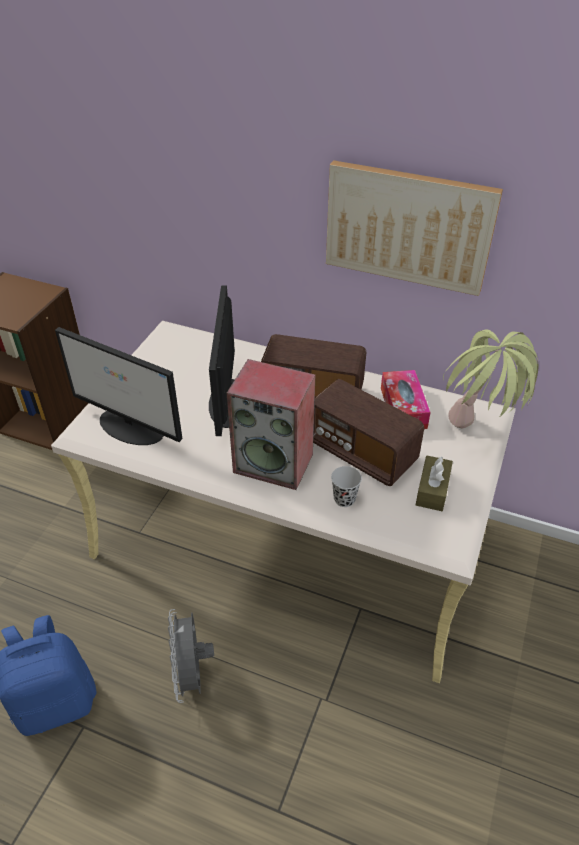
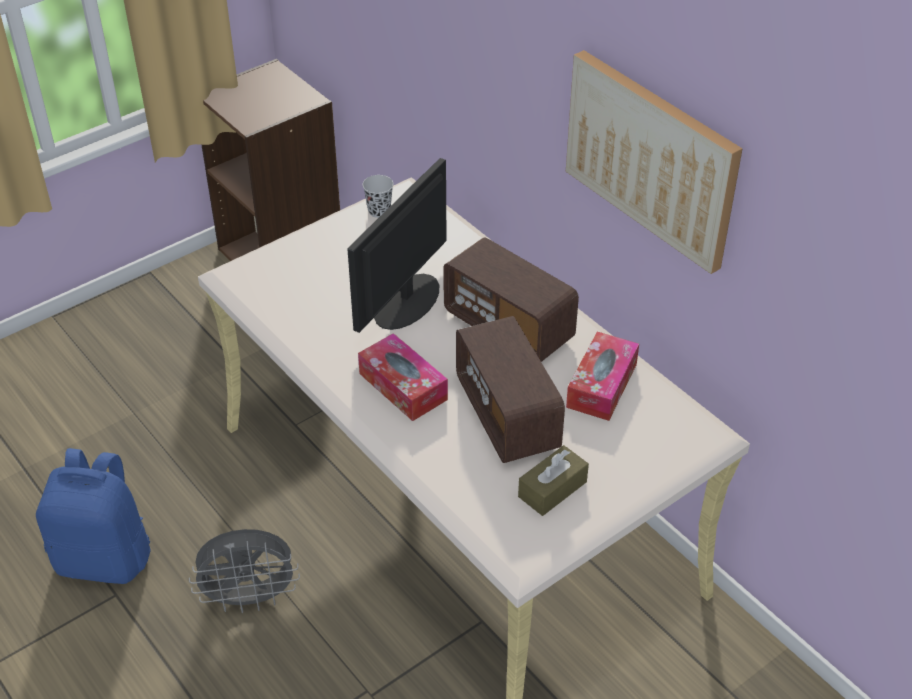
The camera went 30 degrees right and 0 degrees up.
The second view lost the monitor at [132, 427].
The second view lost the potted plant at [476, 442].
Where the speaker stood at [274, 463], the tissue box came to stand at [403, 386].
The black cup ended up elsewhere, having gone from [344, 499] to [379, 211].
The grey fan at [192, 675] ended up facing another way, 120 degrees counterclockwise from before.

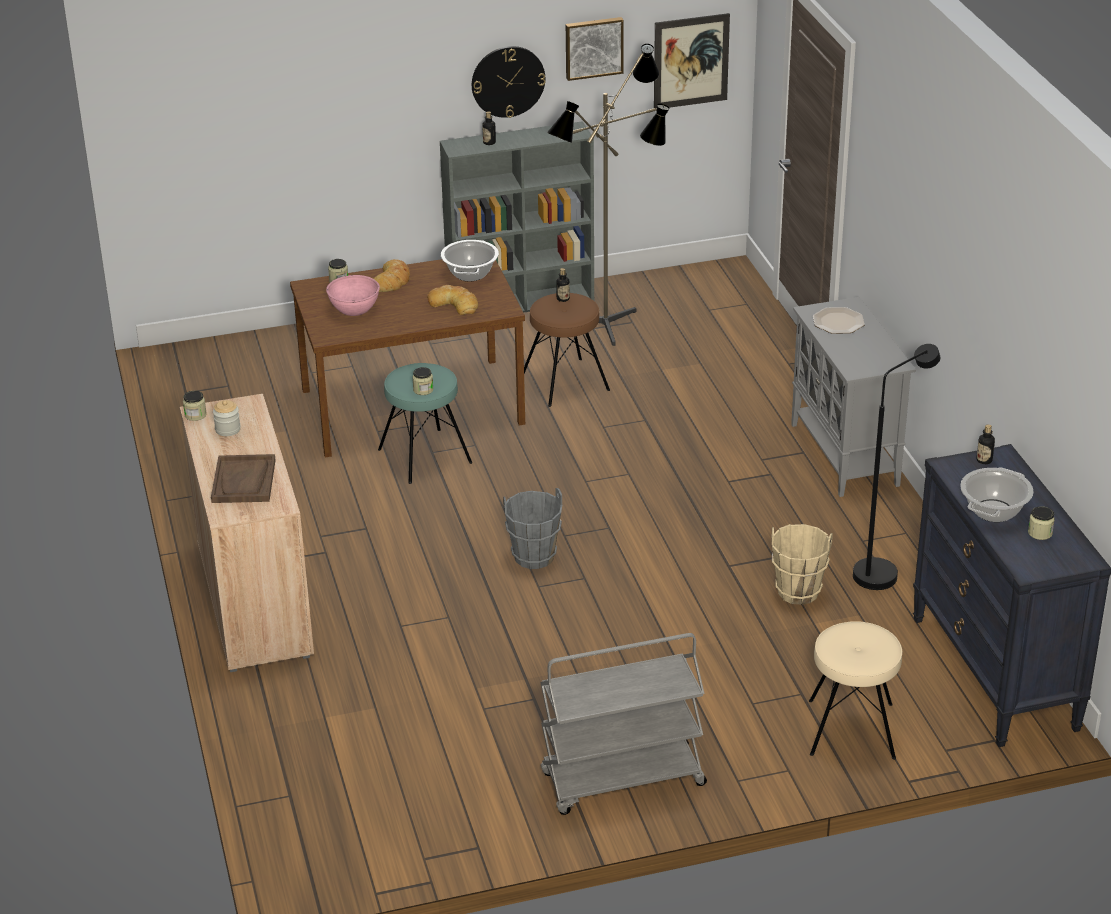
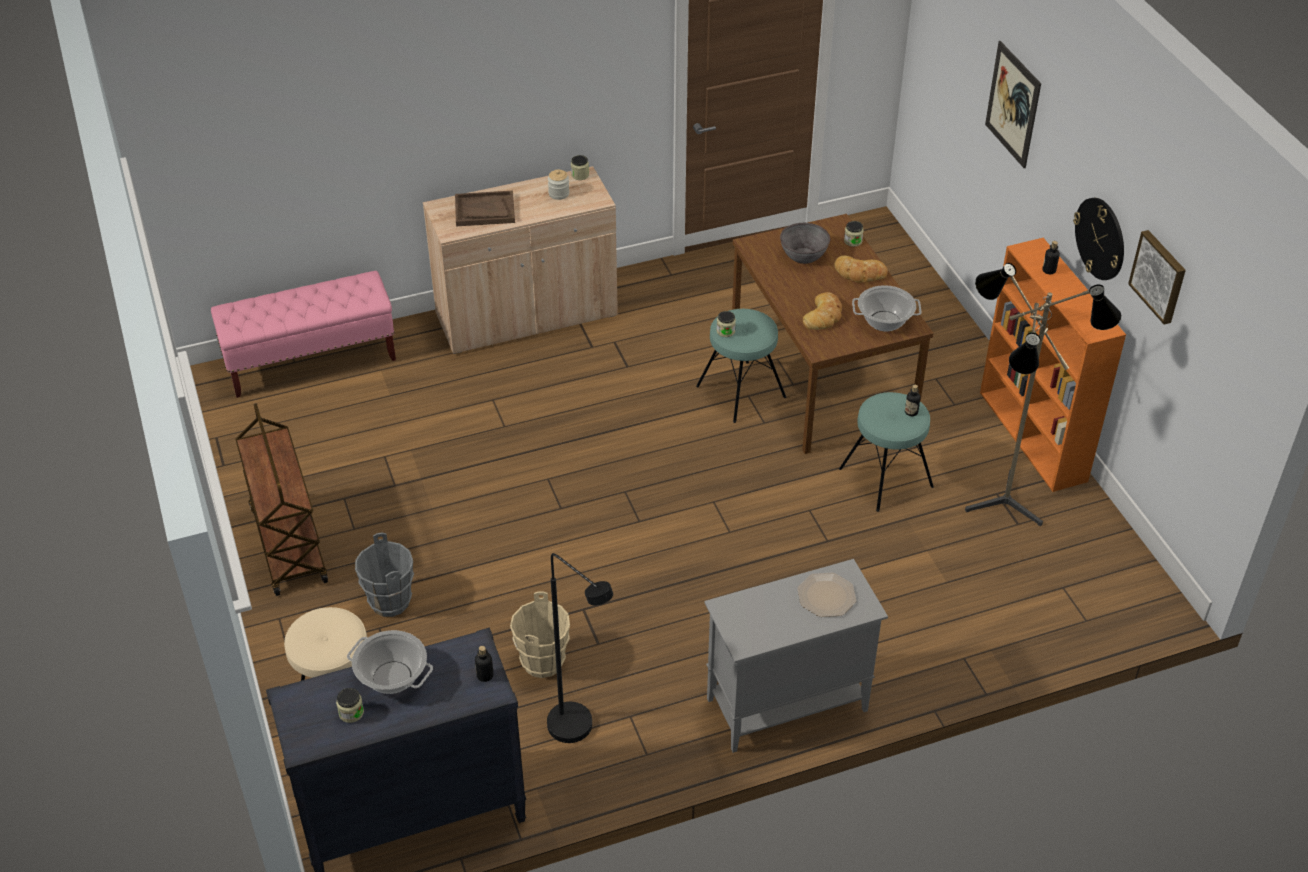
The camera went 85 degrees right and 10 degrees up.
The picture ended up elsewhere, having gone from [691, 61] to [1013, 104].
What was the grey bookcase at [522, 302] turned into the orange bookcase at [1033, 437].
What was the pink bowl at [354, 309] turned into the grey bowl at [803, 255].
What was the brown stool at [565, 382] turned into the turquoise stool at [885, 477].
The grey bucket ended up elsewhere, having gone from [534, 557] to [389, 602].
What was the grey cart at [622, 780] turned into the brown cart at [288, 544].
The second view gained the pink bench at [311, 360].

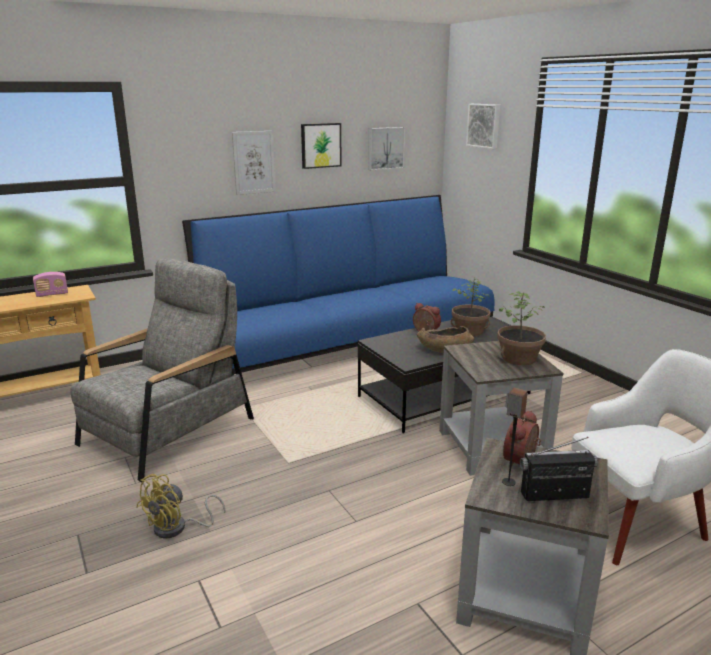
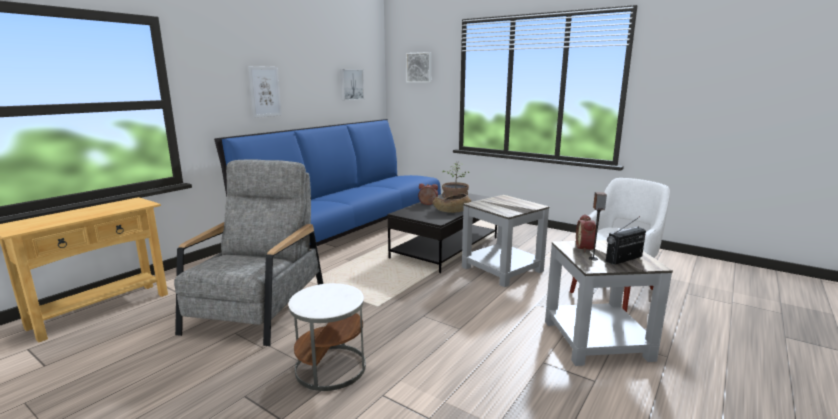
The camera went 25 degrees left and 5 degrees down.
The second view lost the picture at [320, 145].
The second view lost the radio at [52, 294].
The second view lost the potted plant at [519, 358].
Where the yellow fan stood at [177, 528], the white side table came to stand at [331, 367].

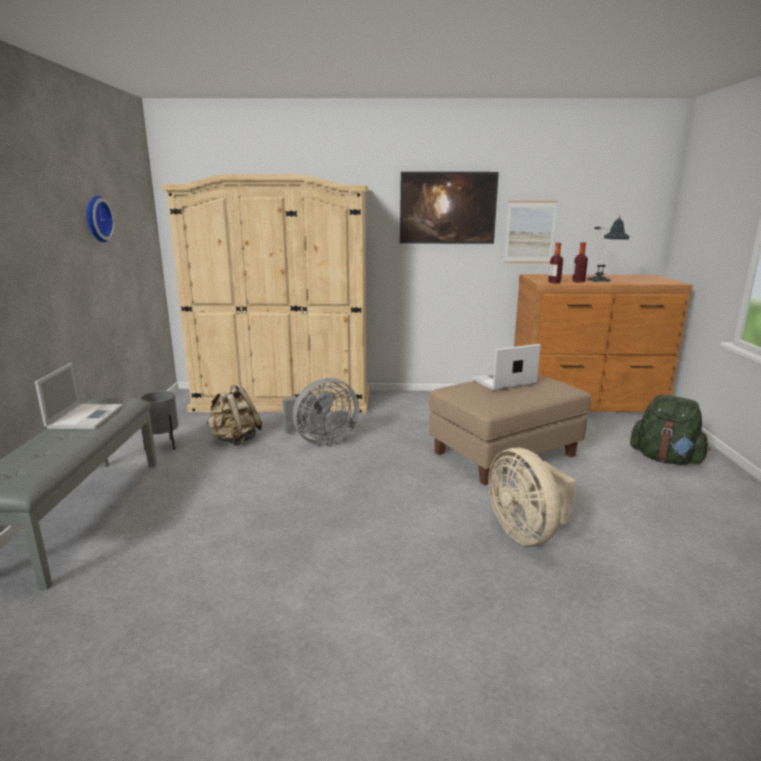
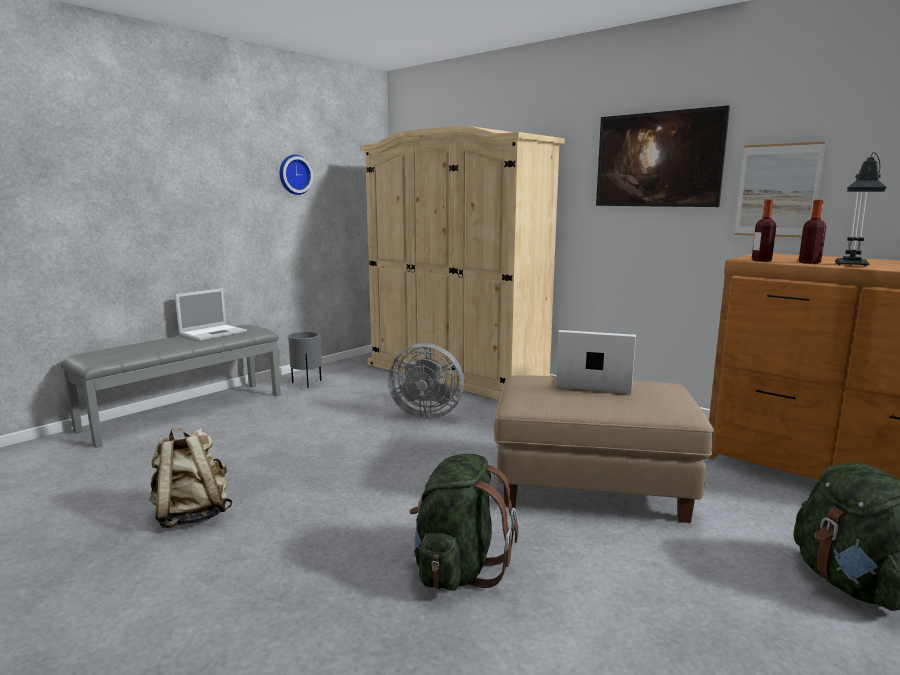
The camera went 40 degrees right and 5 degrees down.
The beige backpack ended up elsewhere, having gone from [235, 440] to [192, 515].
Where the beige fan stood at [526, 532], the green backpack came to stand at [458, 569].

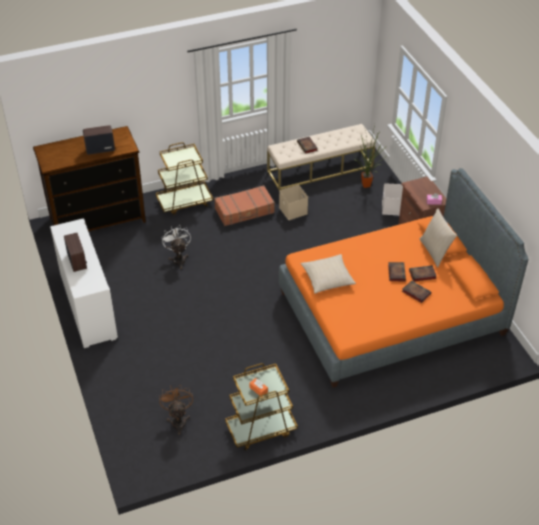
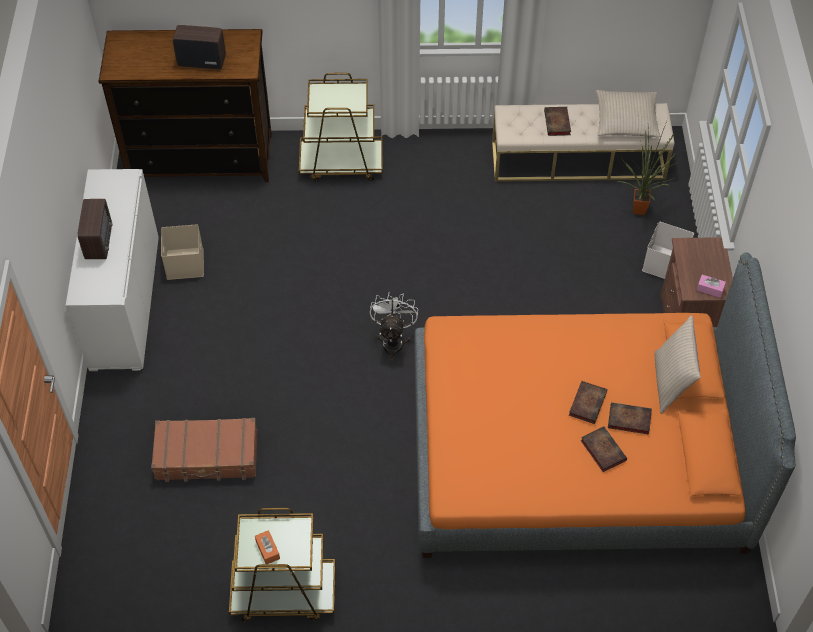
The camera went 20 degrees right and 10 degrees up.
The brown suitcase ended up elsewhere, having gone from [244, 211] to [207, 456].
The beige storage box ended up elsewhere, having gone from [294, 210] to [185, 264].
The white fan ended up elsewhere, having gone from [178, 258] to [393, 341].
The beige pillow ended up elsewhere, having gone from [327, 278] to [626, 120].
The second view lost the brown fan at [178, 420].

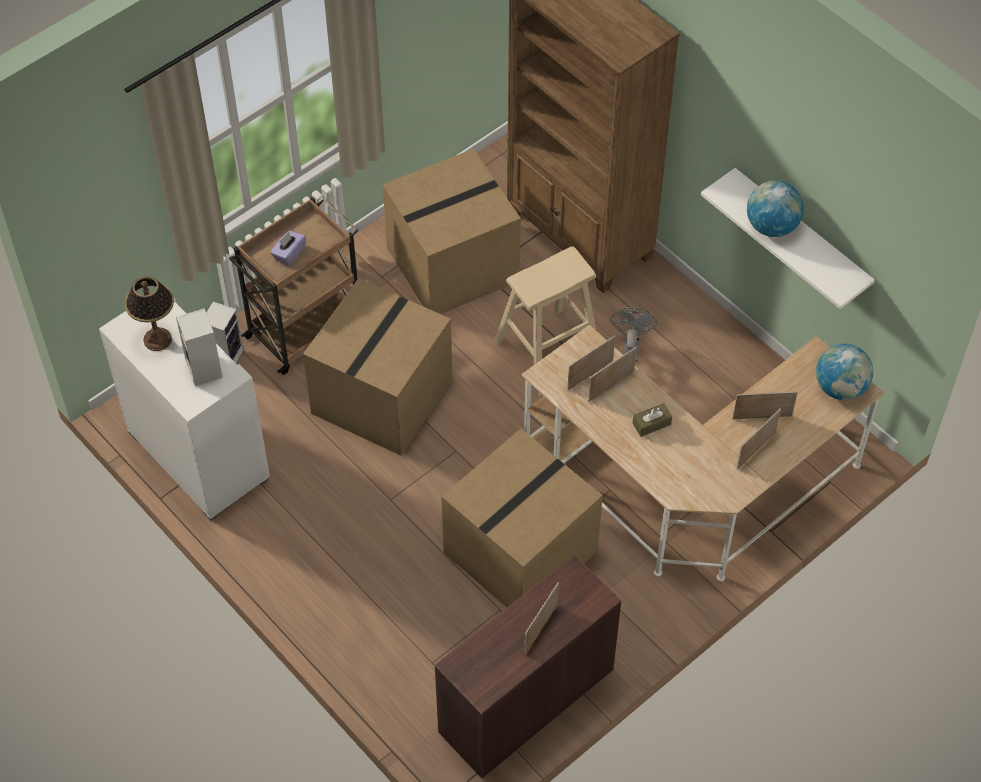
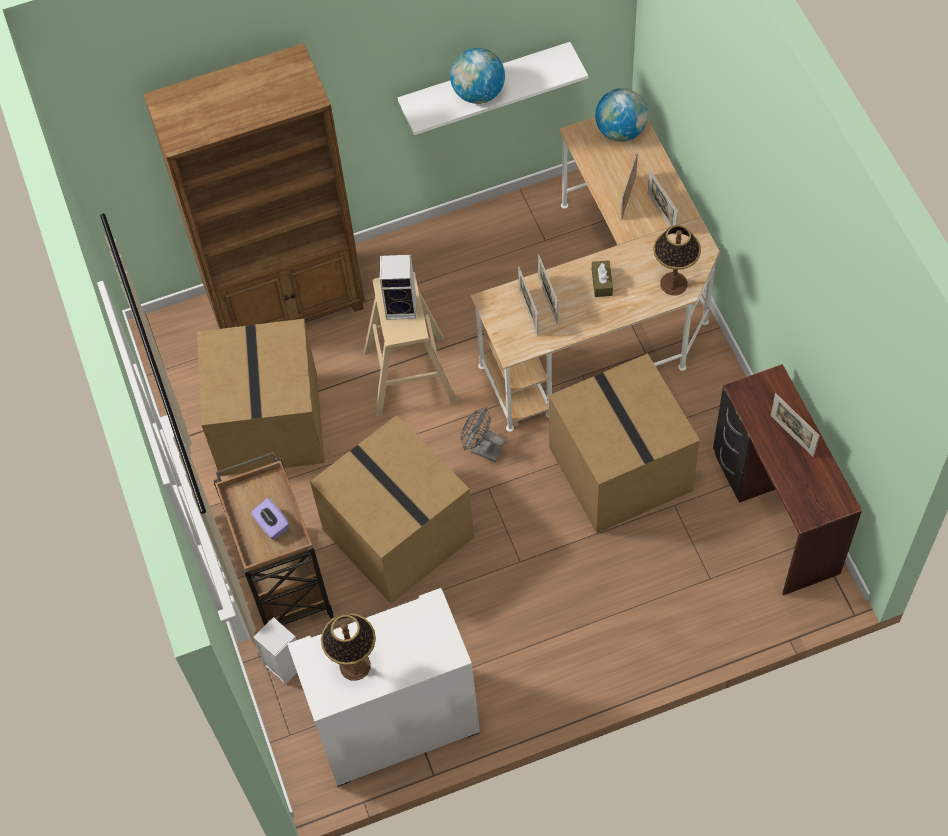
The camera went 65 degrees left and 5 degrees up.
The grey fan ended up elsewhere, having gone from [630, 347] to [482, 449].
The speaker ended up elsewhere, having gone from [205, 370] to [402, 306].
The second view gained the table lamp at [673, 283].

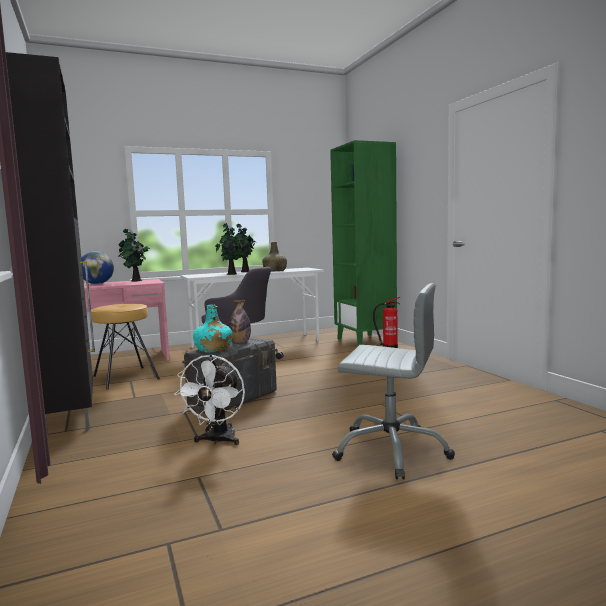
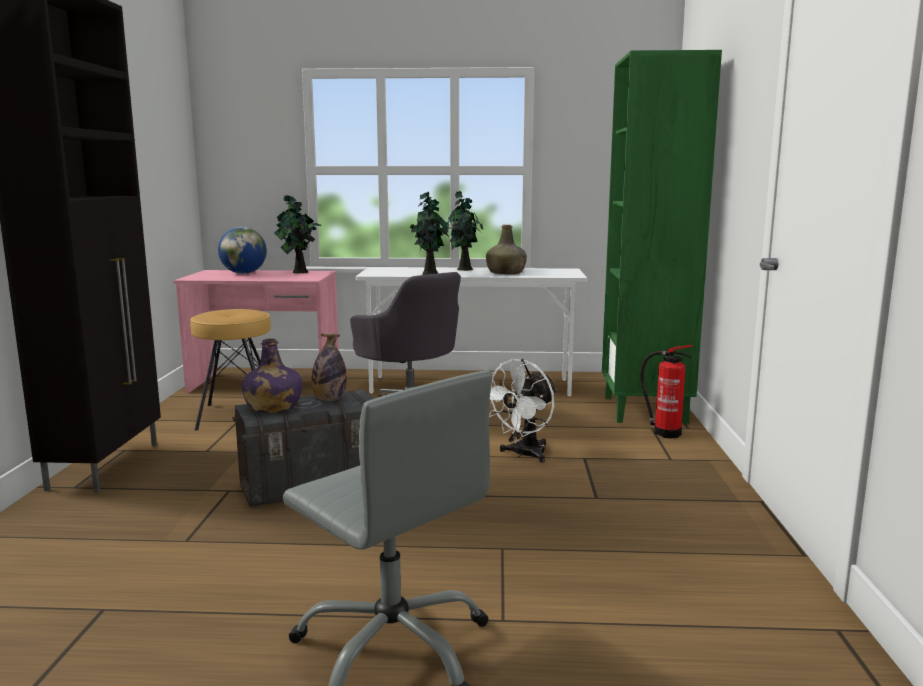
The camera went 25 degrees right and 5 degrees up.
What was the turquoise bottle at [213, 349] turned into the purple bottle at [272, 407].
The white fan ended up elsewhere, having gone from [217, 441] to [523, 455].

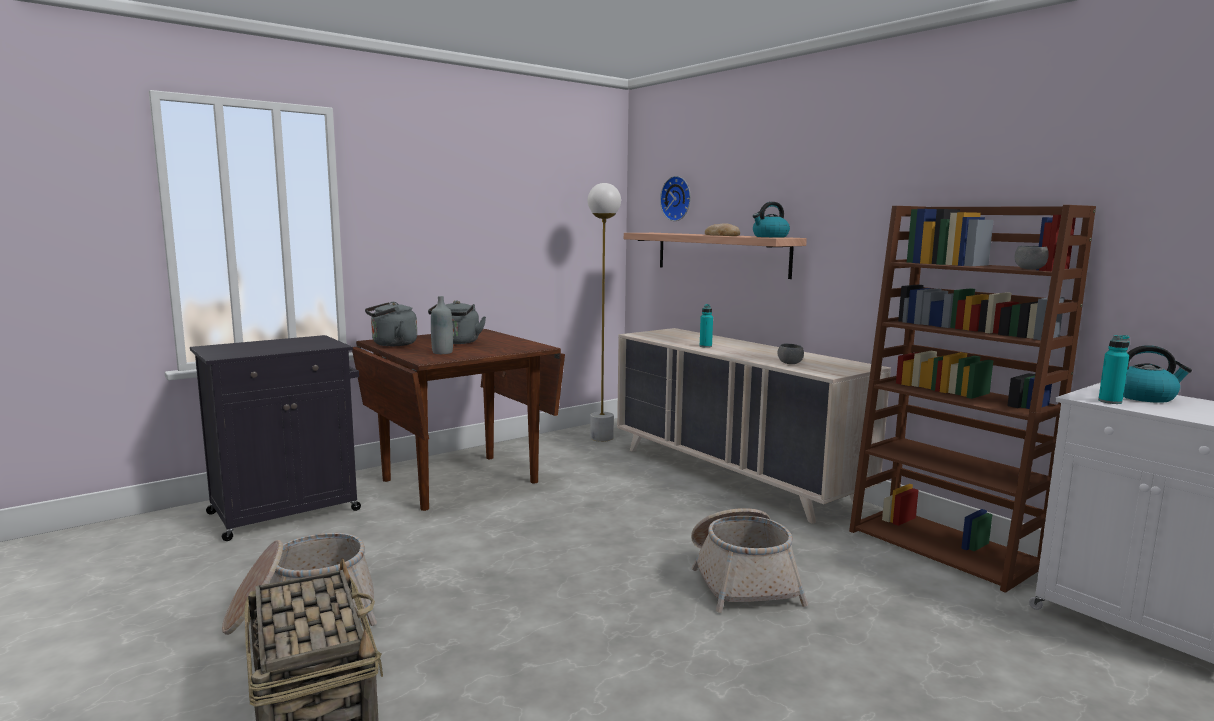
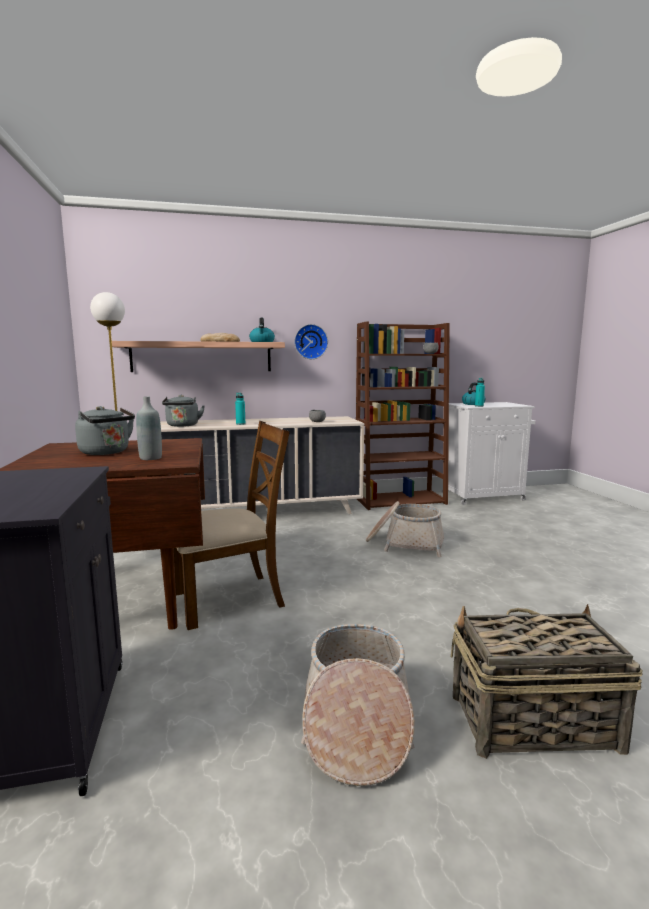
The camera went 65 degrees left and 0 degrees up.
The wall clock ended up elsewhere, having gone from [677, 198] to [310, 342].
The grey kettle ended up elsewhere, having gone from [391, 344] to [182, 425].
The second view gained the brown chair at [230, 599].

